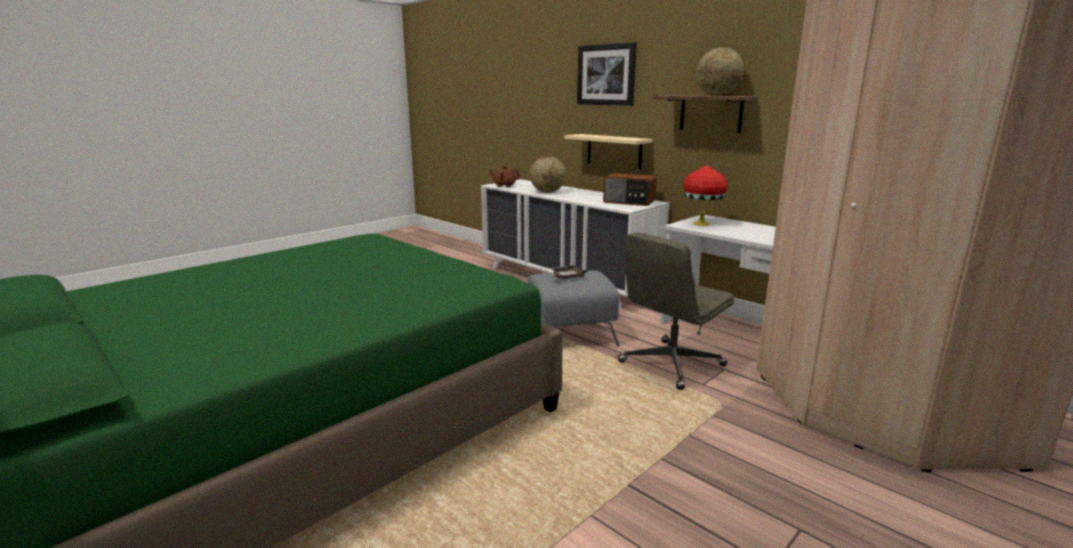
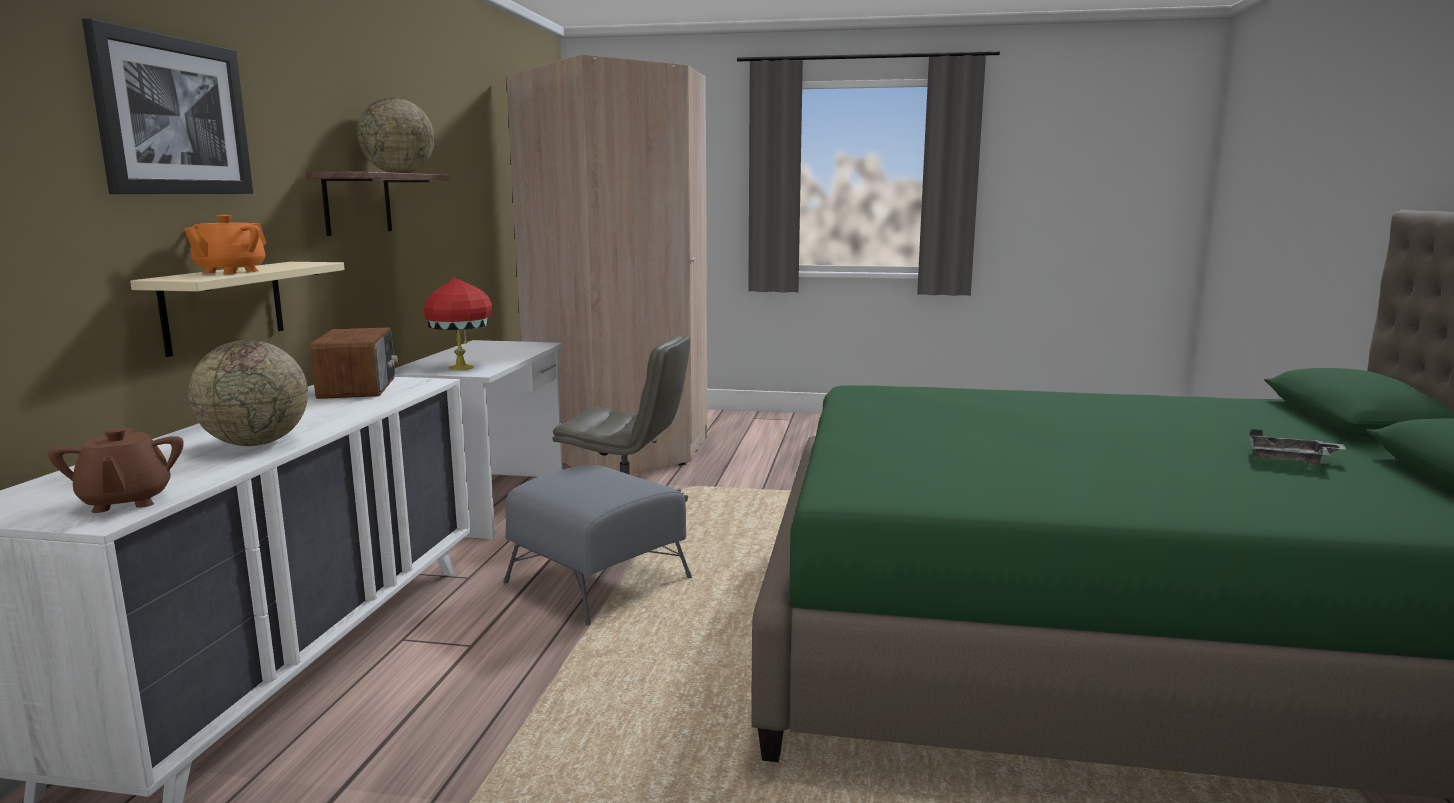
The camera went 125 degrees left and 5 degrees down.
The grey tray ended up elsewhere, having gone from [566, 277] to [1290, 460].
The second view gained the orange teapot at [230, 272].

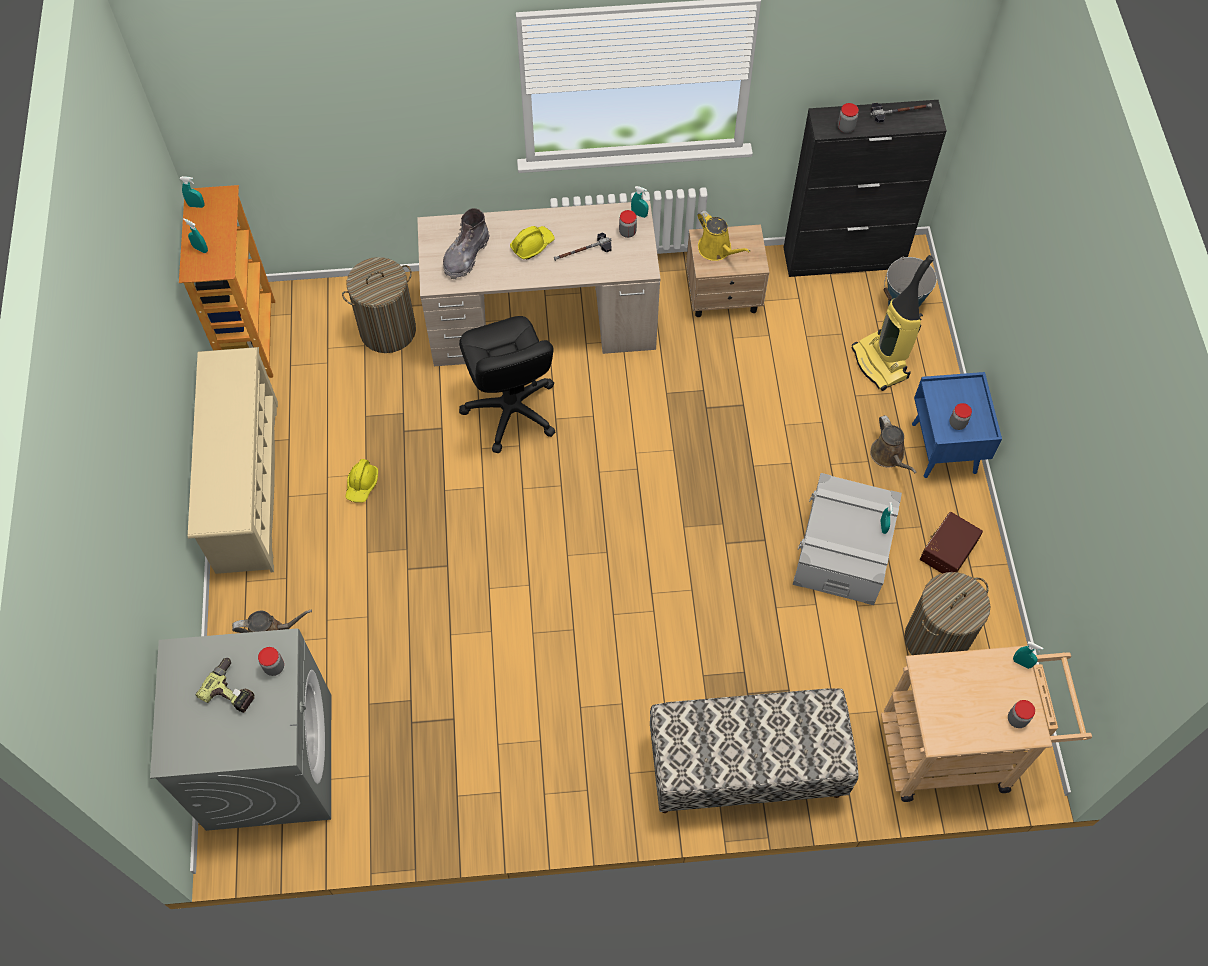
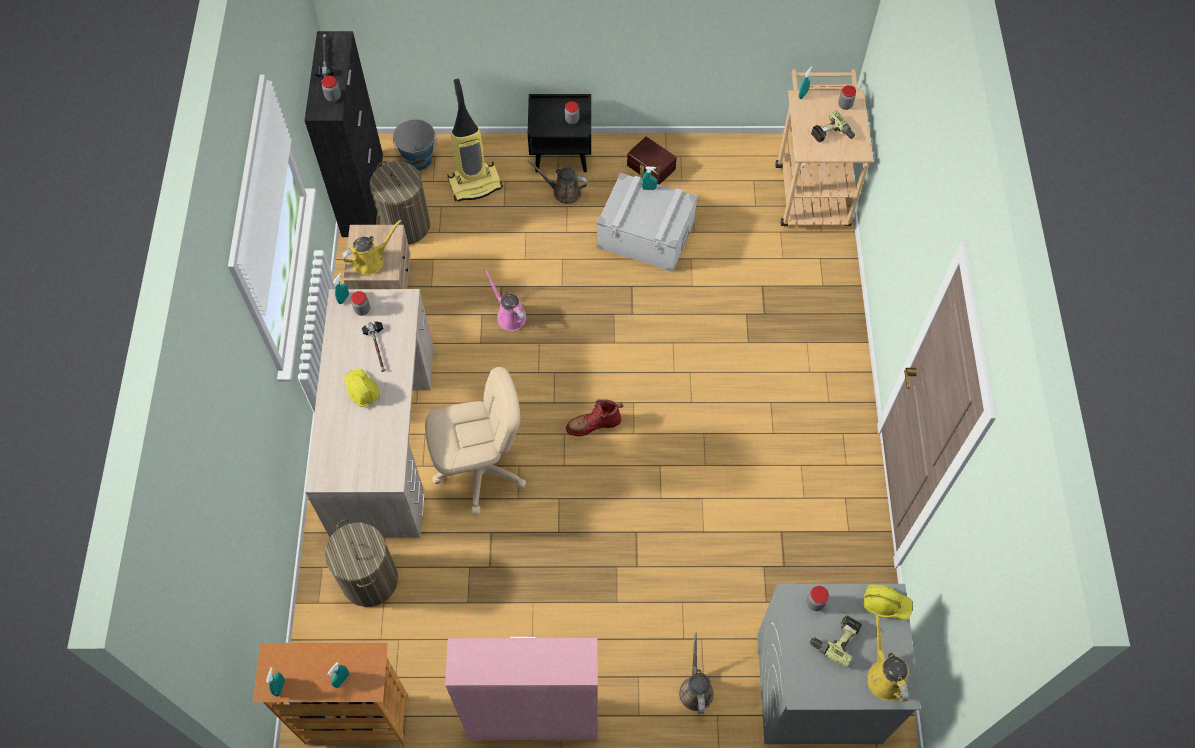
The camera went 85 degrees left and 0 degrees up.
The second view lost the grey boot at [466, 256].
What was the black office chair at [511, 411] turned into the beige office chair at [480, 470].
Where the beige shoe rack stood at [245, 485], the pink cabinet came to stand at [532, 719].
What was the blue nightstand at [945, 449] turned into the black nightstand at [562, 154].
The brown watering can at [888, 456] ended up facing another way, 150 degrees counterclockwise from before.
The yellow hard hat ended up elsewhere, having gone from [362, 484] to [886, 604].
The laundry basket ended up elsewhere, having gone from [935, 639] to [406, 225].
The second view lost the bench at [745, 768].
The second view gained the power drill at [831, 135].
The second view gained the pink watering can at [509, 315].
The second view gained the red boot at [593, 424].
The second view gained the yellow watering can at [884, 675].

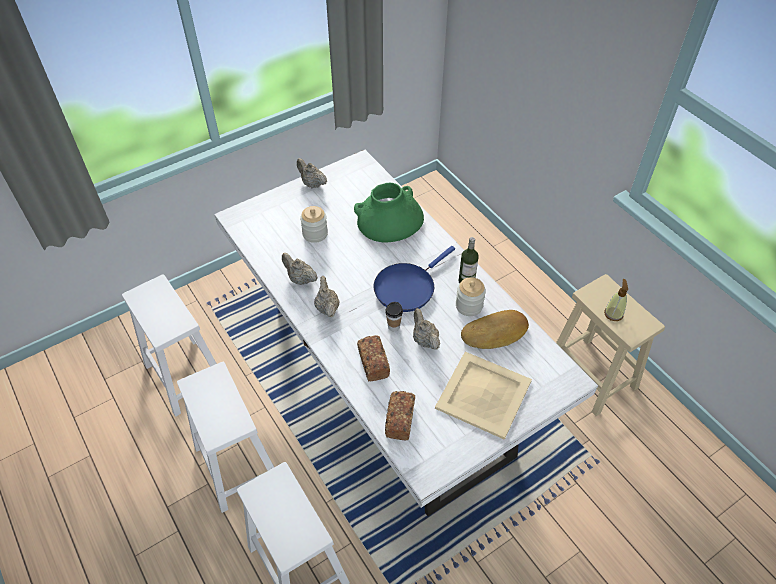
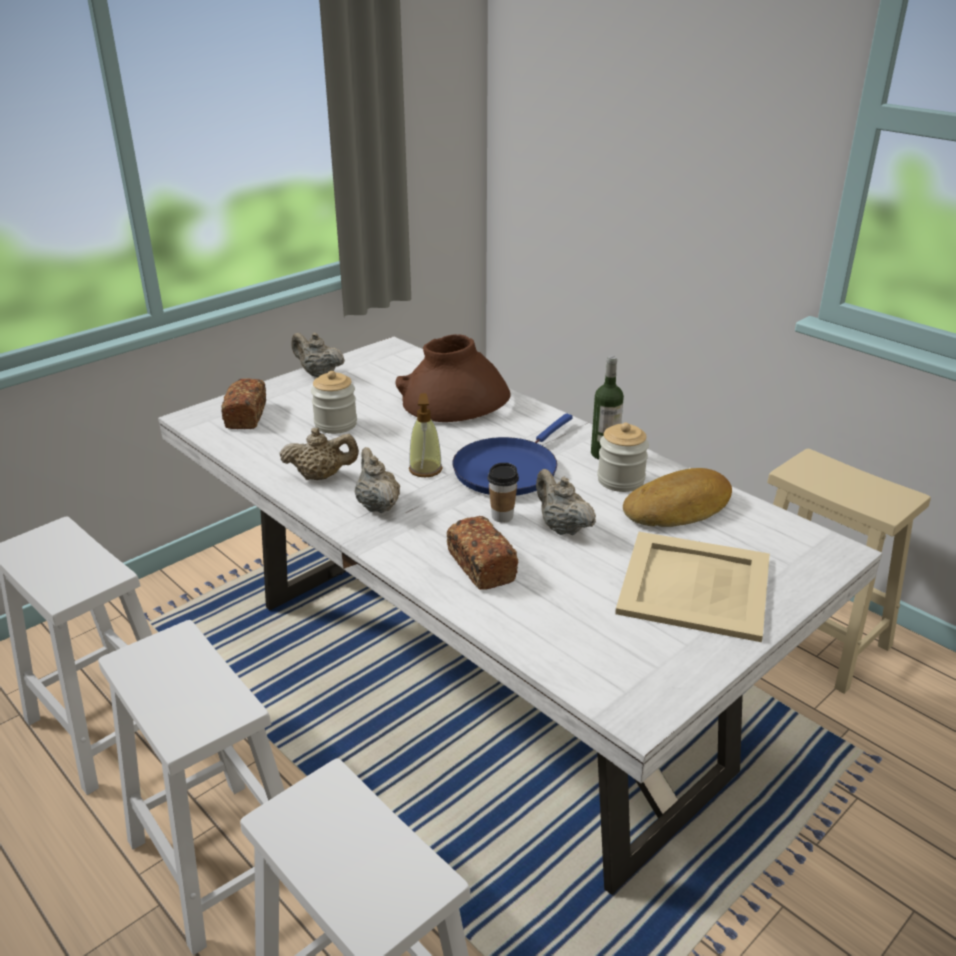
The camera went 10 degrees left and 20 degrees down.
What was the green vase at [389, 220] turned into the brown vase at [454, 400].
The beige teapot at [300, 279] ended up facing another way, 150 degrees clockwise from before.
The soap dispenser ended up elsewhere, having gone from [613, 313] to [425, 469].
The bread ended up elsewhere, having gone from [399, 420] to [246, 416].

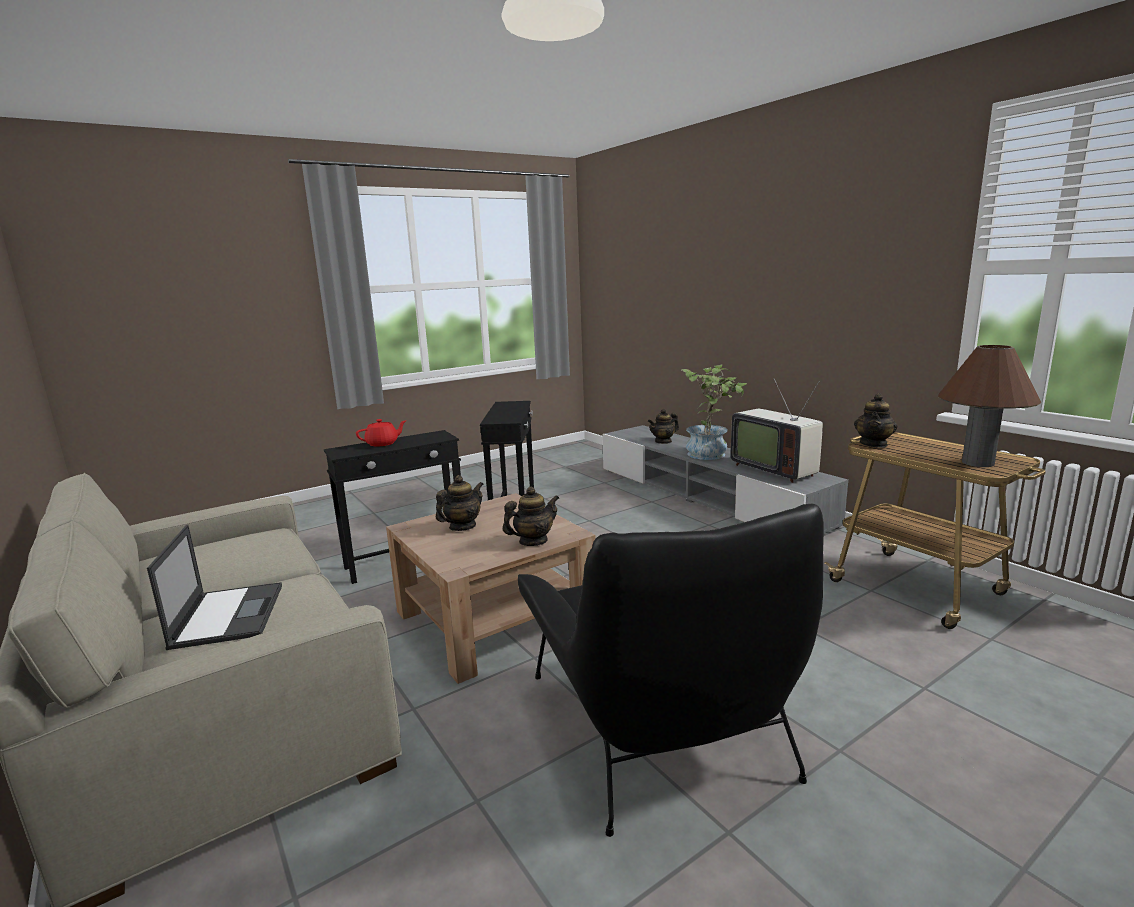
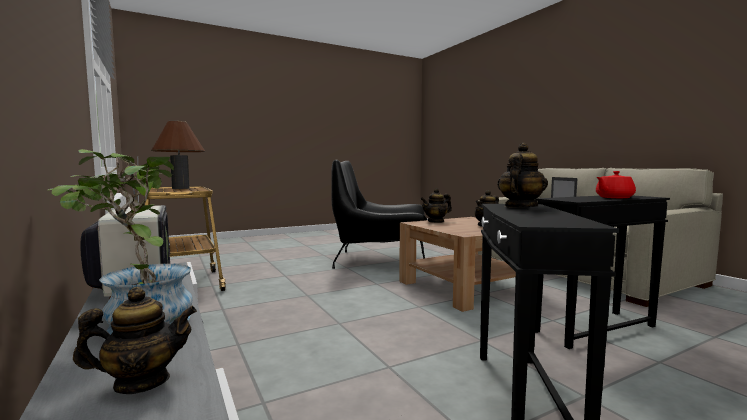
The camera went 175 degrees left and 10 degrees down.
The teapot ended up elsewhere, having gone from [874, 444] to [520, 207].
The black armchair at [659, 722] ended up facing another way, 75 degrees counterclockwise from before.

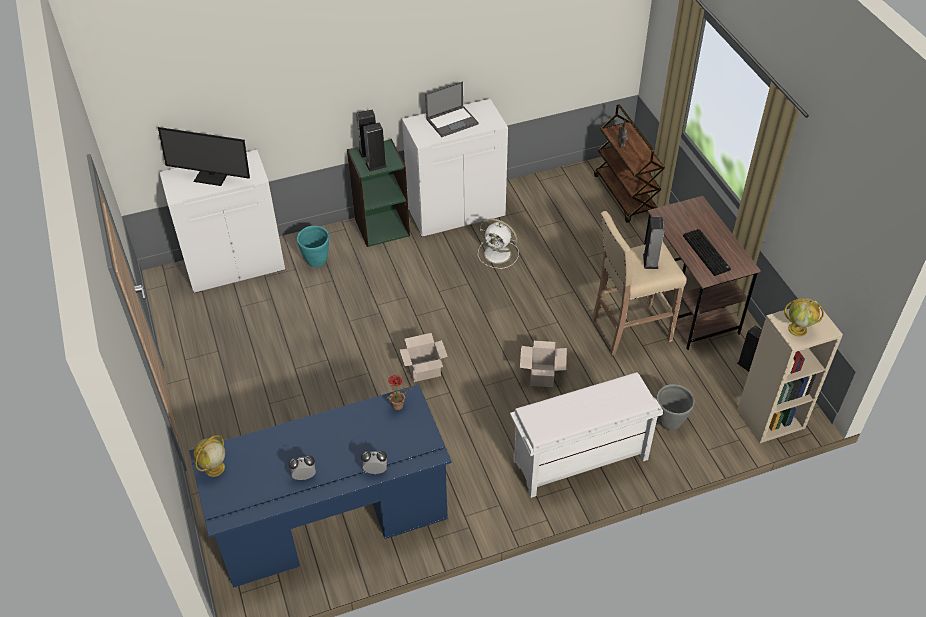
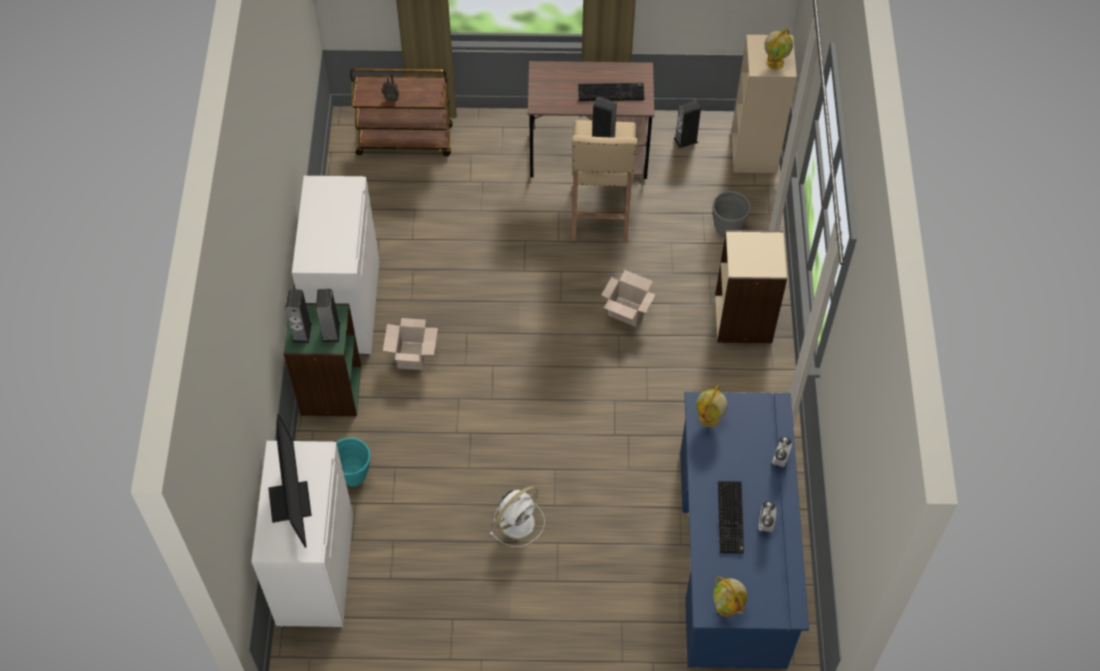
The camera went 70 degrees left and 10 degrees up.
The second view lost the laptop at [452, 121].
The monitor at [212, 175] ended up facing another way, 45 degrees counterclockwise from before.
The white fan ended up elsewhere, having gone from [499, 254] to [518, 521].
The cardboard box ended up elsewhere, having gone from [423, 371] to [413, 356].
Where the white bench stood at [579, 461], the beige bookcase came to stand at [744, 319].
Where the potted plant stood at [397, 408], the globe came to stand at [709, 418].
The second view gained the keyboard at [731, 518].

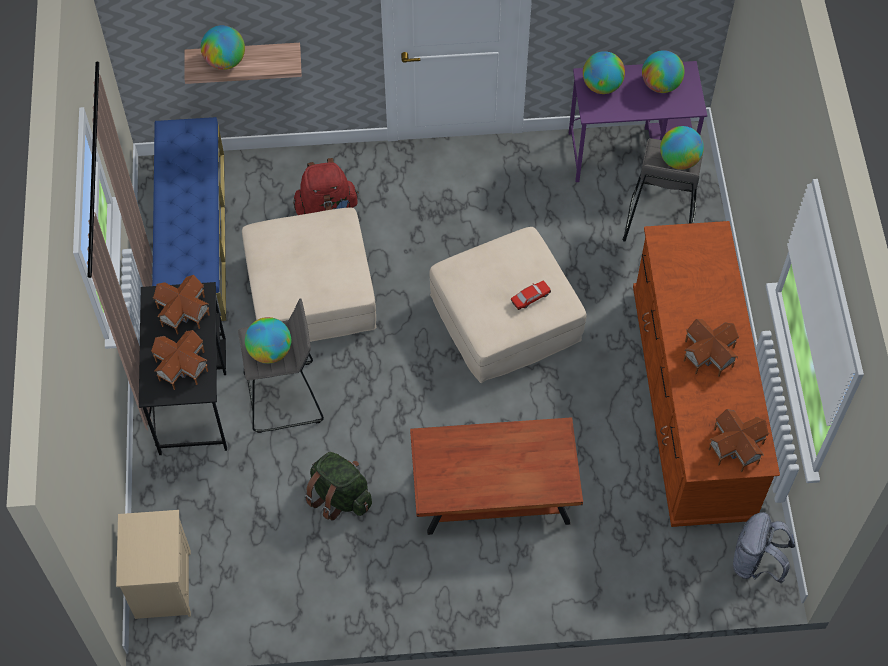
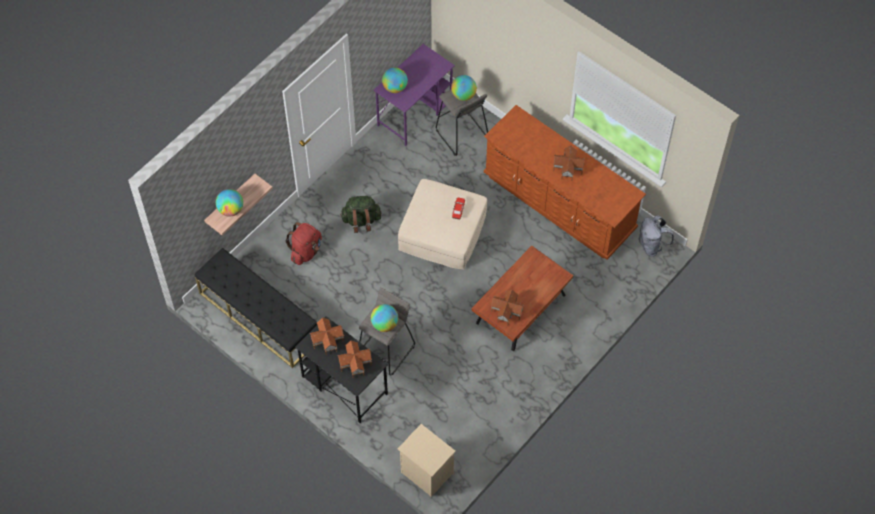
The camera went 45 degrees left and 0 degrees up.
The second view lost the globe at [660, 85].
What was the blue bench at [193, 236] turned into the black bench at [258, 316].
The second view lost the beige ottoman at [311, 291].
The toy house ended up elsewhere, having gone from [736, 445] to [506, 311].
The green backpack ended up elsewhere, having gone from [340, 496] to [361, 221].

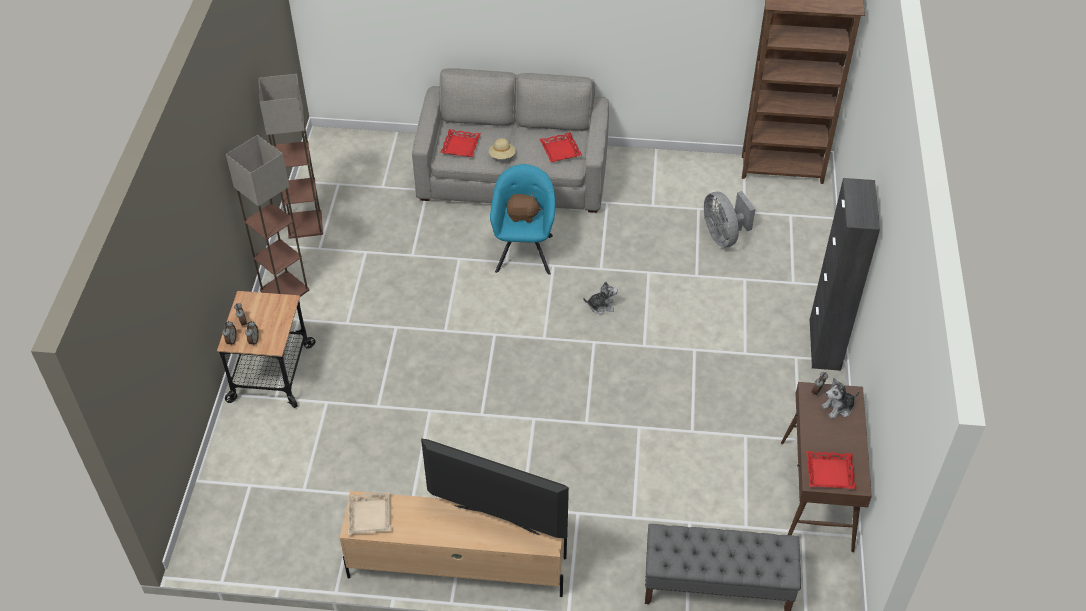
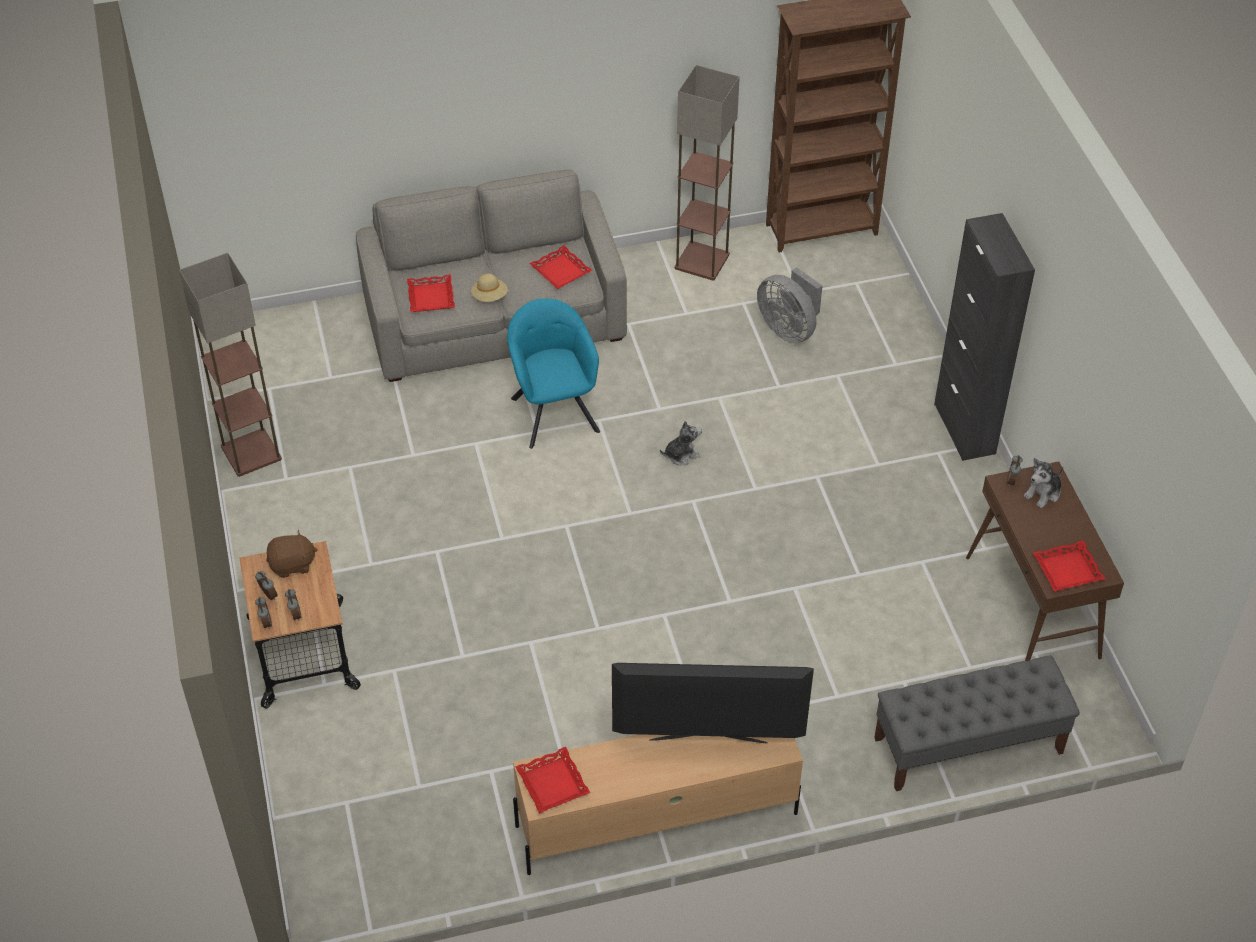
The camera went 20 degrees left and 0 degrees up.
The floor lamp ended up elsewhere, having gone from [283, 290] to [701, 262].
The brown plush toy ended up elsewhere, having gone from [522, 215] to [292, 565].
What was the beige tray at [370, 516] turned into the red tray at [553, 783].

